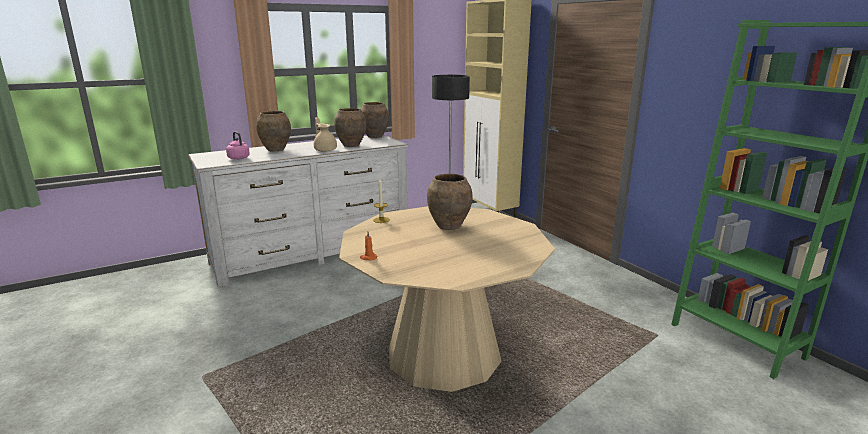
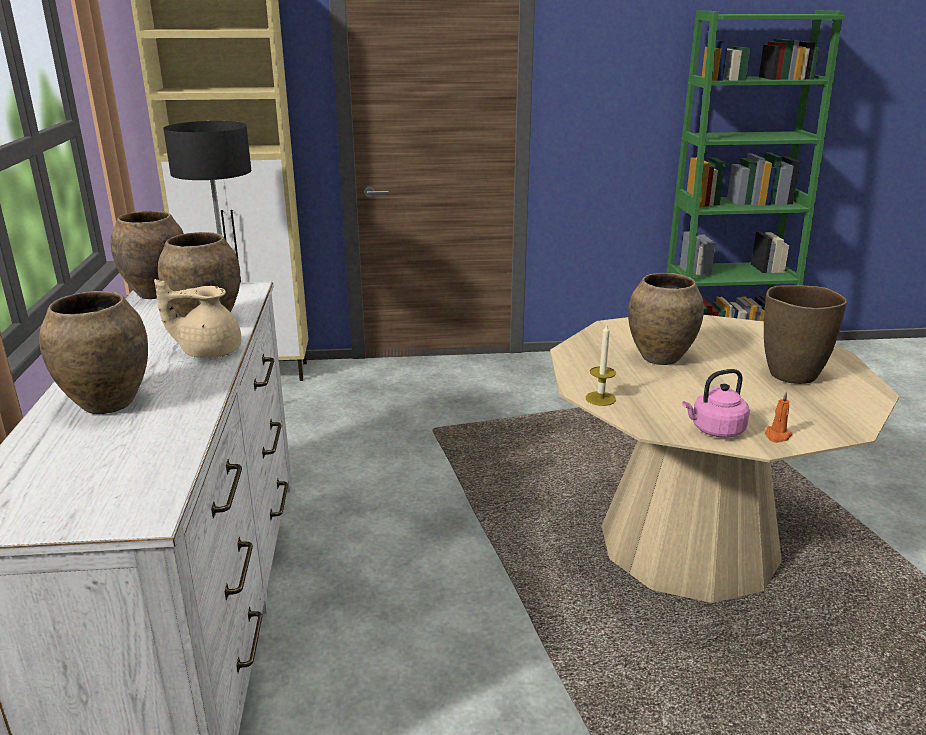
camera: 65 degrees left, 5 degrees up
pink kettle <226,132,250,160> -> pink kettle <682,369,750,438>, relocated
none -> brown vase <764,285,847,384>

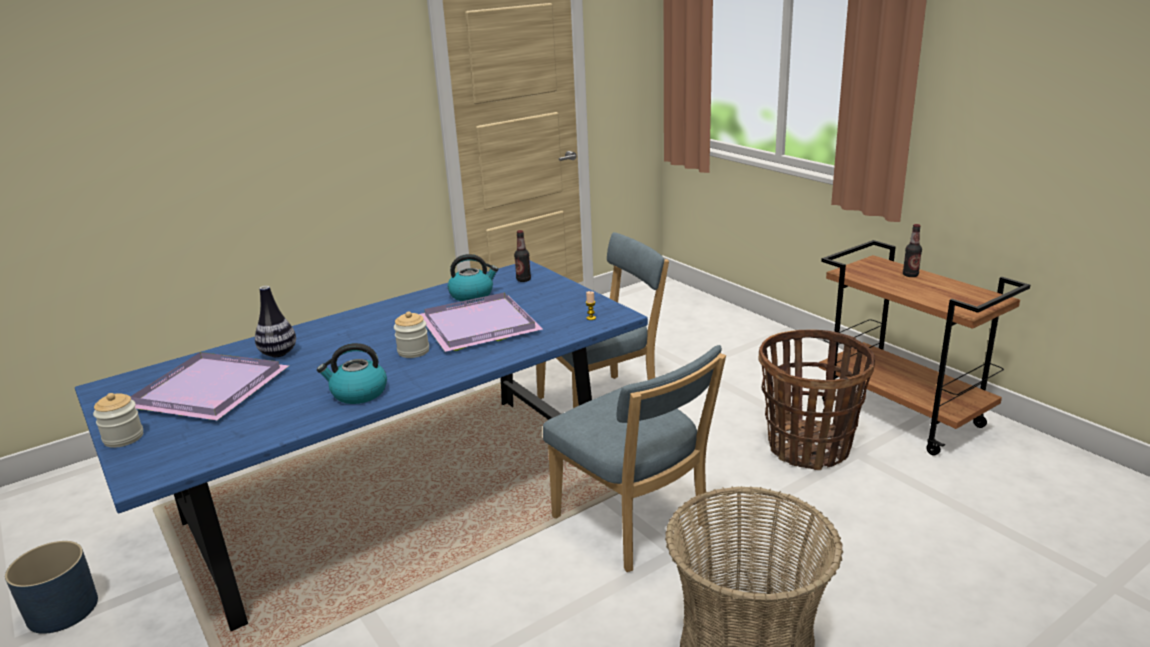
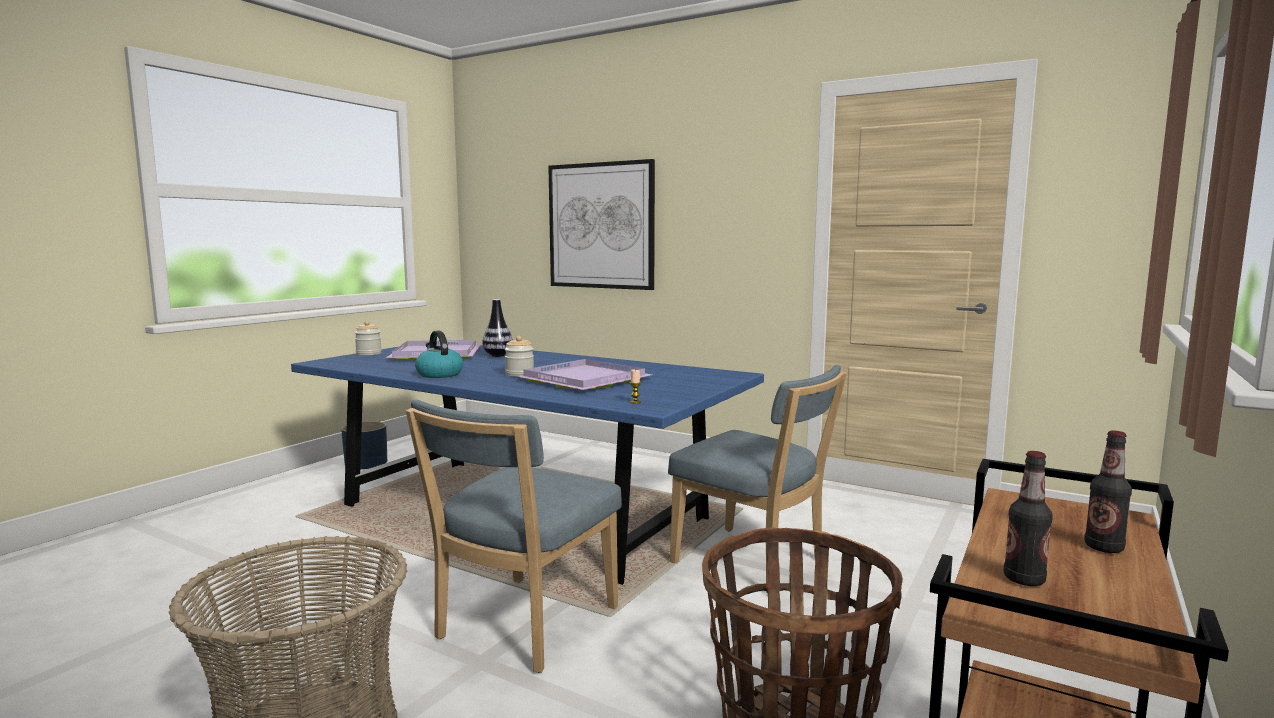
camera: 65 degrees right, 15 degrees down
none -> picture <548,159,655,290>
bottle <514,230,531,282> -> bottle <1004,451,1053,586>, relocated
kettle <448,254,498,302> -> none

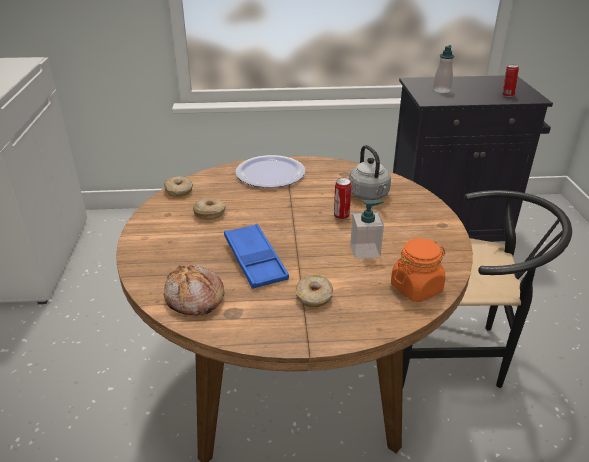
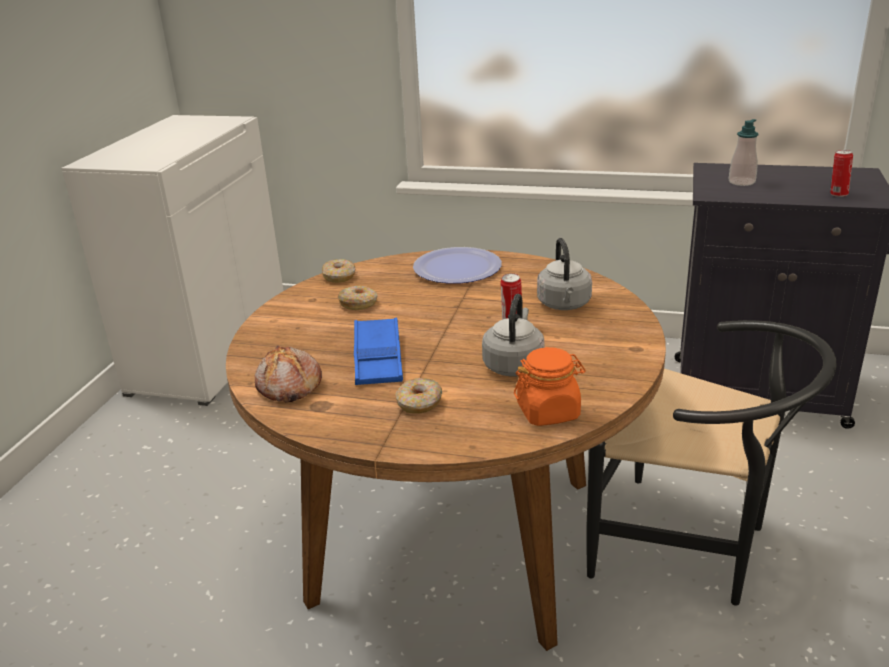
camera: 20 degrees right, 5 degrees down
soap dispenser <350,200,384,259> -> grey kettle <482,294,544,376>

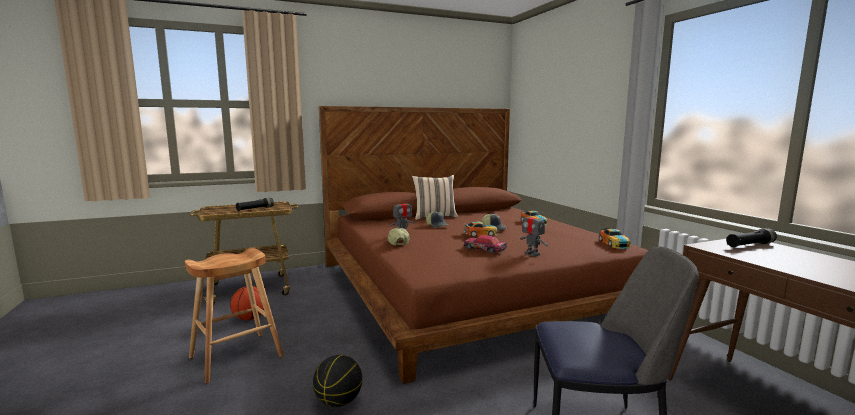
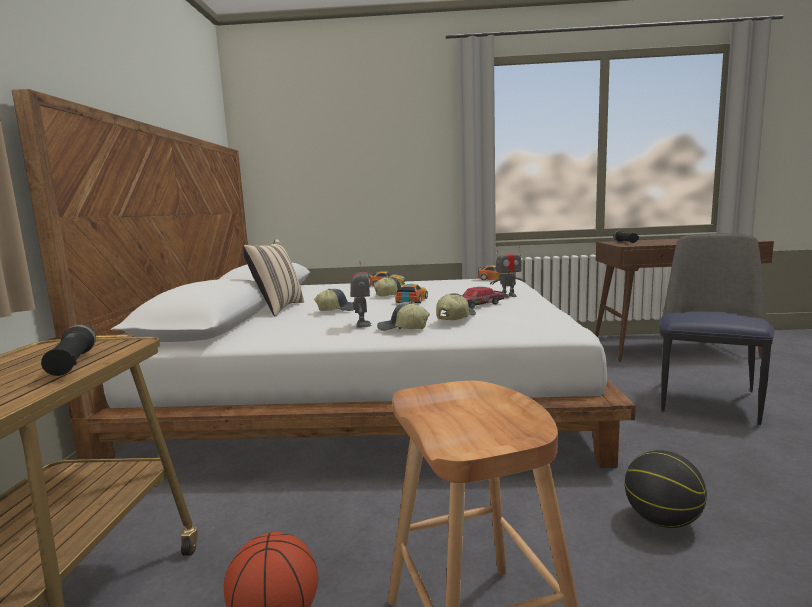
camera: 65 degrees left, 0 degrees up
brown bed <319,106,648,384> -> white bed <12,89,636,468>
none -> cap <436,293,476,320>

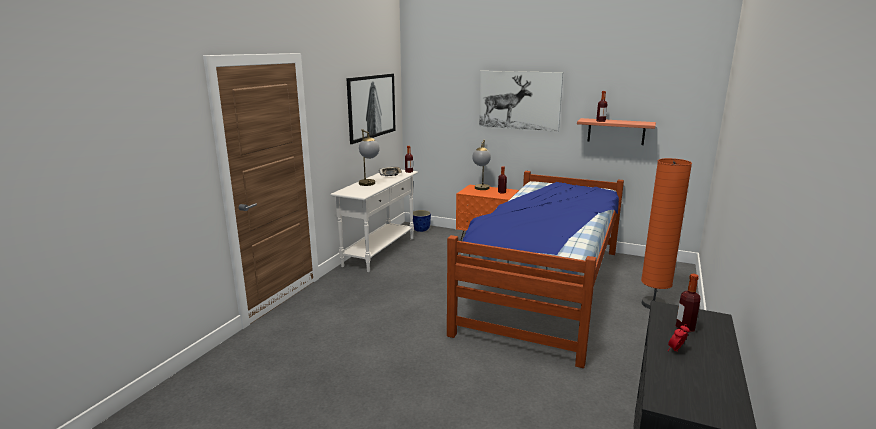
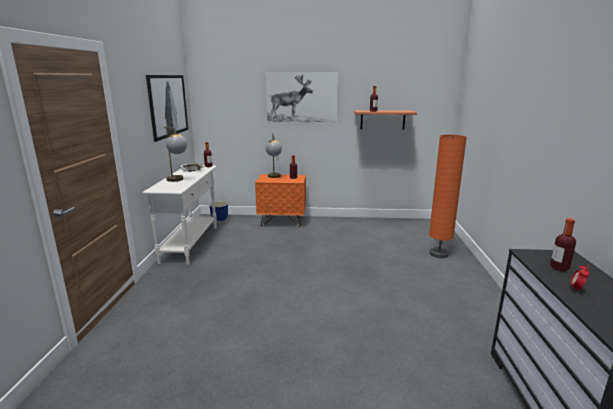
camera: 20 degrees left, 0 degrees up
bed <447,171,624,368> -> none

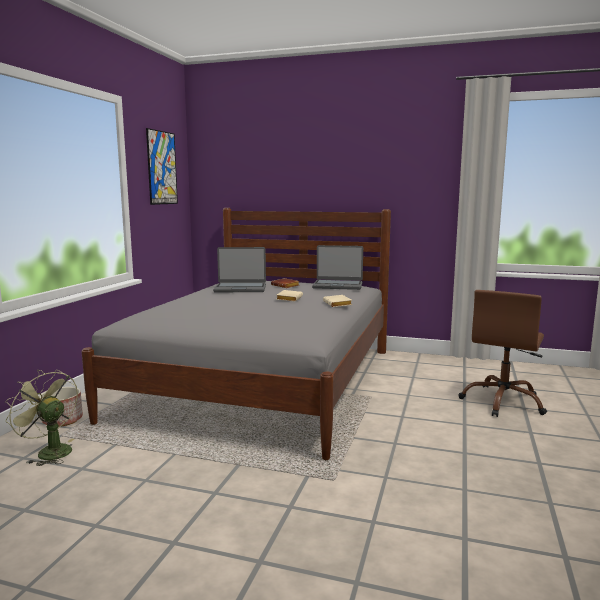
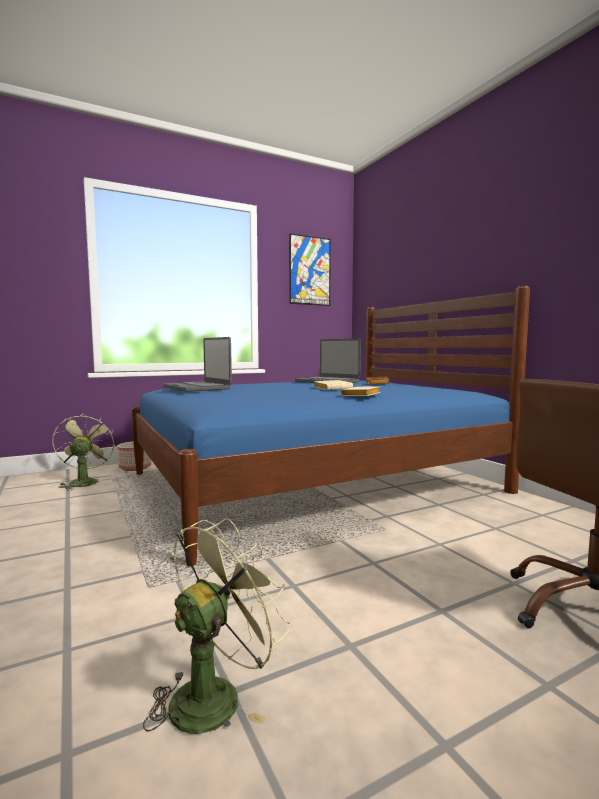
camera: 45 degrees right, 5 degrees down
grey bed <81,208,391,460> -> blue bed <132,286,530,566>
none -> green fan <143,518,291,734>
laptop <312,245,363,290> -> laptop <163,337,232,392>, relocated

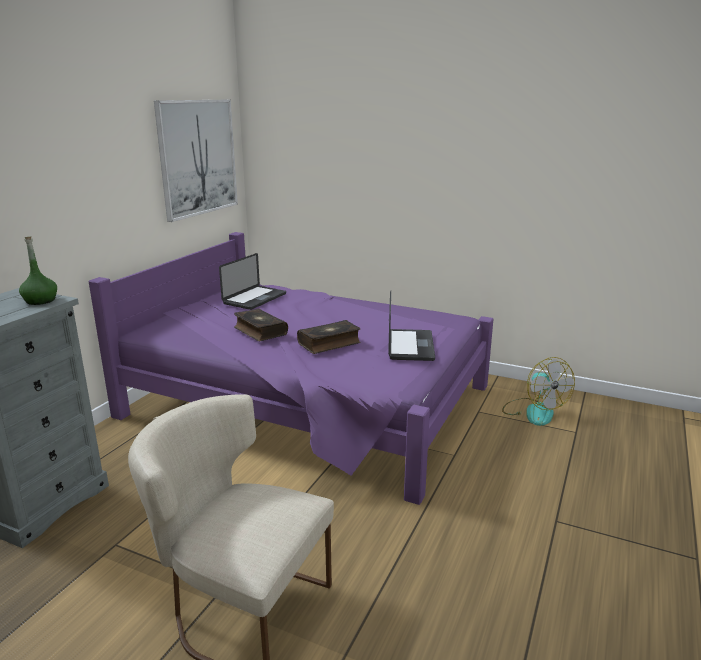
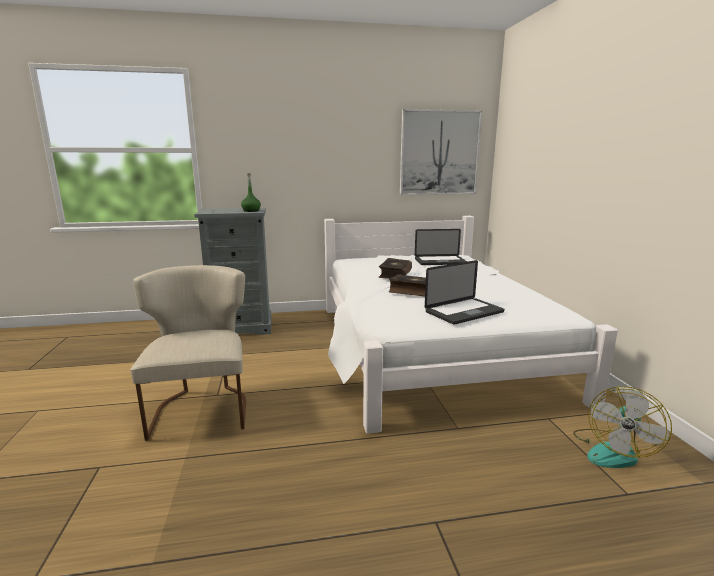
camera: 55 degrees right, 5 degrees down
purple bed <89,232,494,505> -> white bed <324,216,618,434>

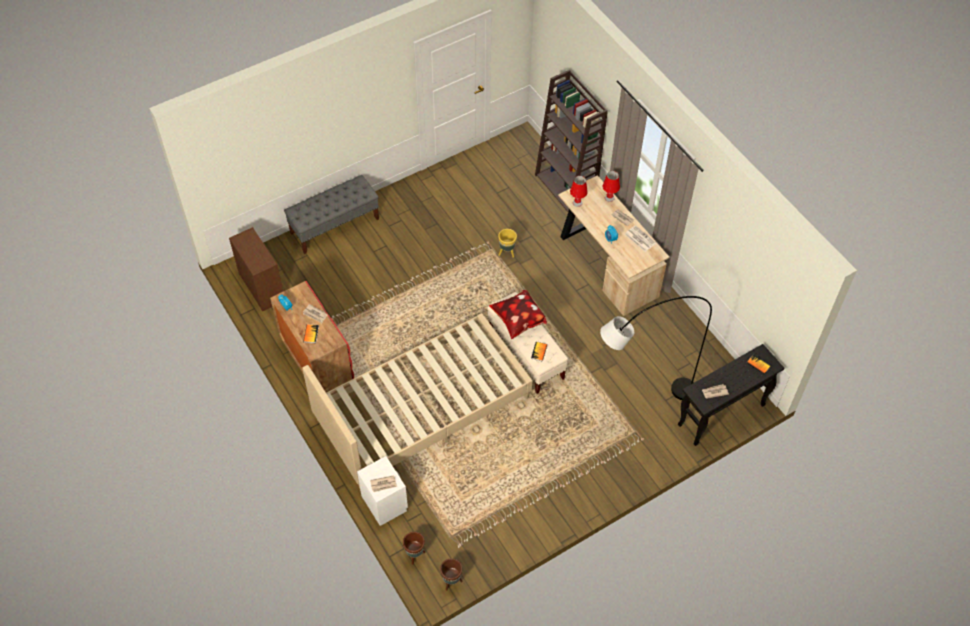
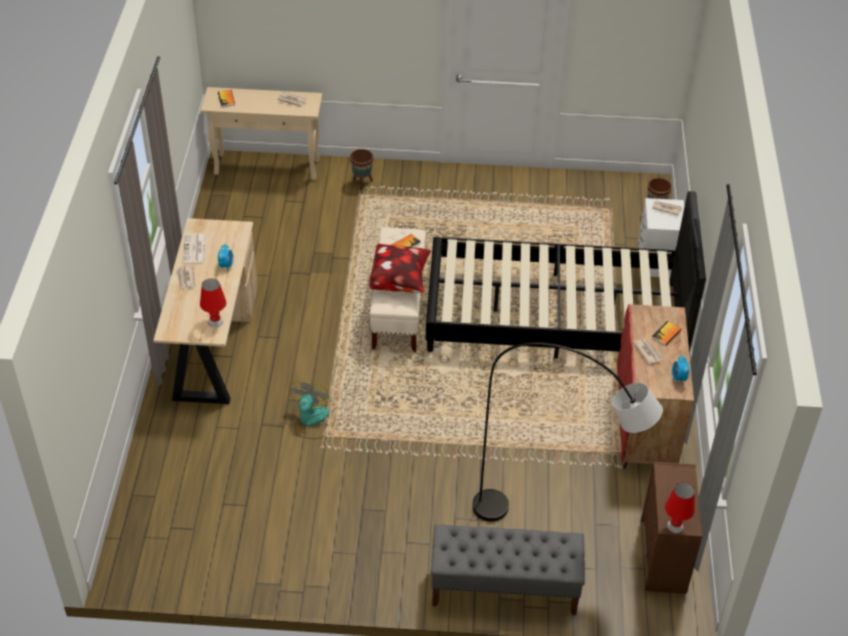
camera: 145 degrees left, 10 degrees down
black console table <678,344,784,446> -> beige console table <201,87,322,180>
yellow planter <498,229,517,258> -> fan <289,379,330,439>
brown planter <440,558,463,590> -> brown planter <350,149,373,191>, relocated
beige bed <302,313,533,488> -> black bed <426,191,706,359>
grey floor lamp <600,296,712,400> -> grey floor lamp <472,342,663,522>, relocated
red table lamp <602,171,620,202> -> red table lamp <665,482,695,533>, relocated
brown bookcase <535,70,608,212> -> none

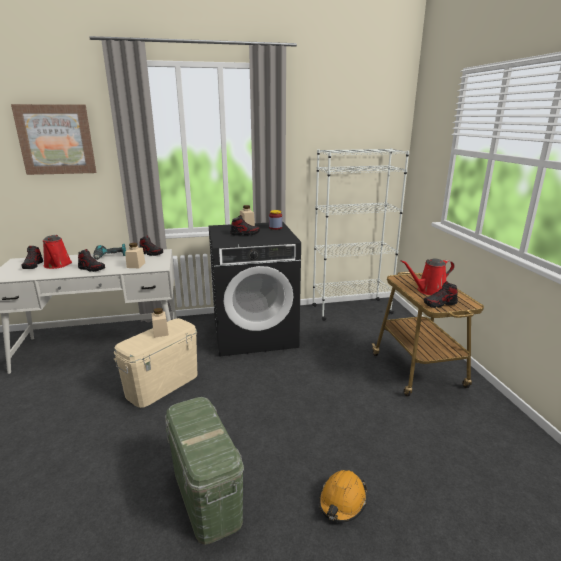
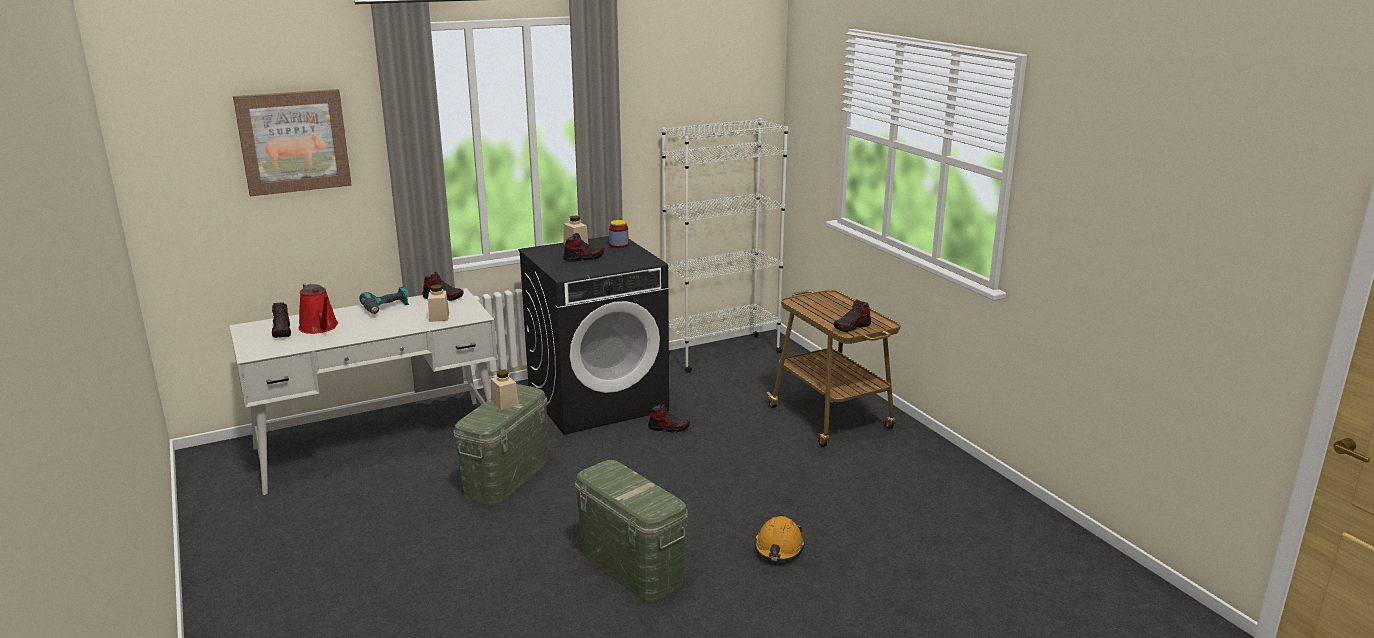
camera: 15 degrees left, 0 degrees up
beige storage box <113,318,197,408> -> green storage box <453,384,547,504>
shoe <78,249,105,272> -> shoe <648,404,690,433>, relocated
red watering can <401,259,455,295> -> none

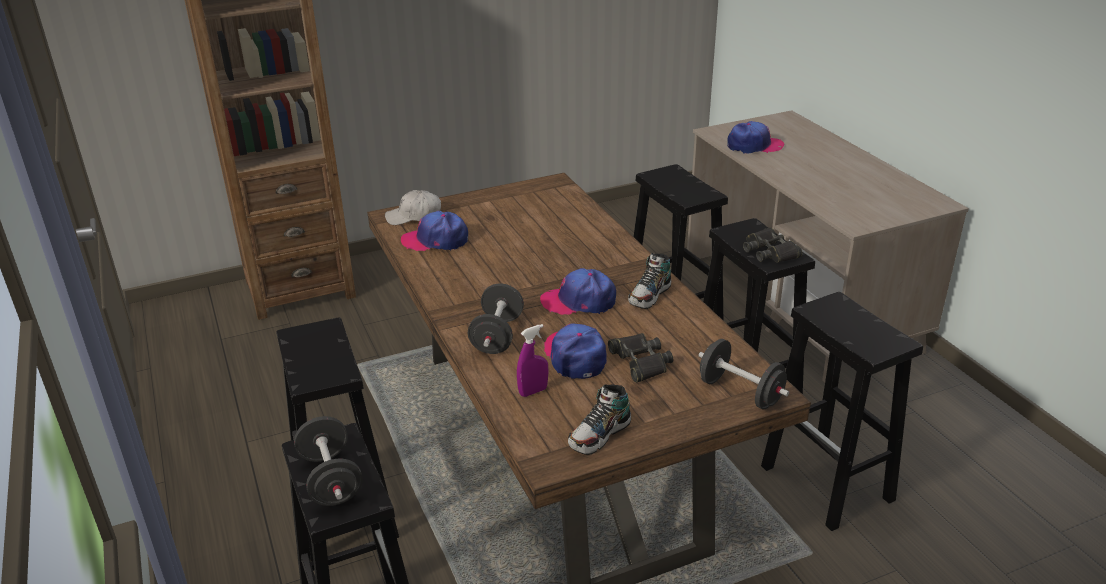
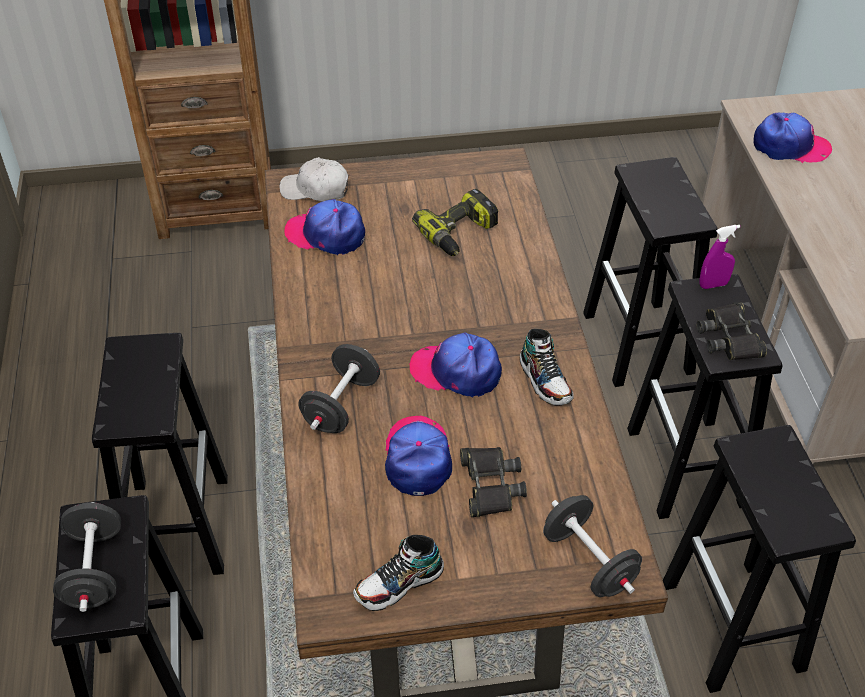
camera: 15 degrees right, 15 degrees up
none -> power drill <412,189,498,256>
shoe <628,253,671,309> -> shoe <520,329,574,406>, 75 degrees counterclockwise
purple spray bottle <517,324,549,397> -> purple spray bottle <700,225,740,289>, relocated

